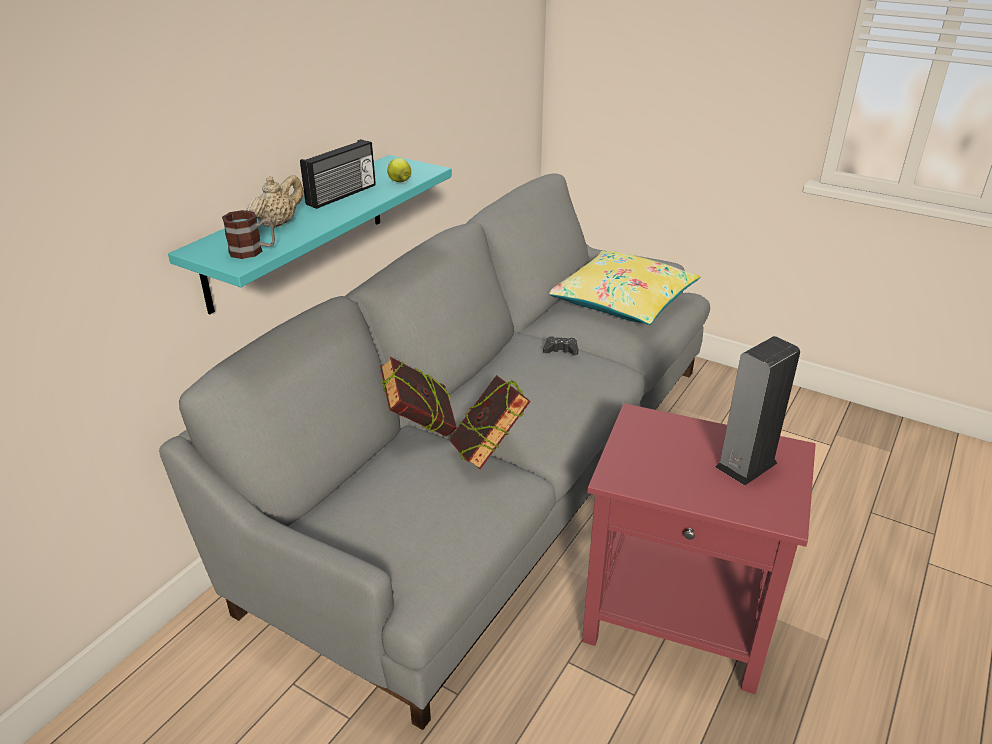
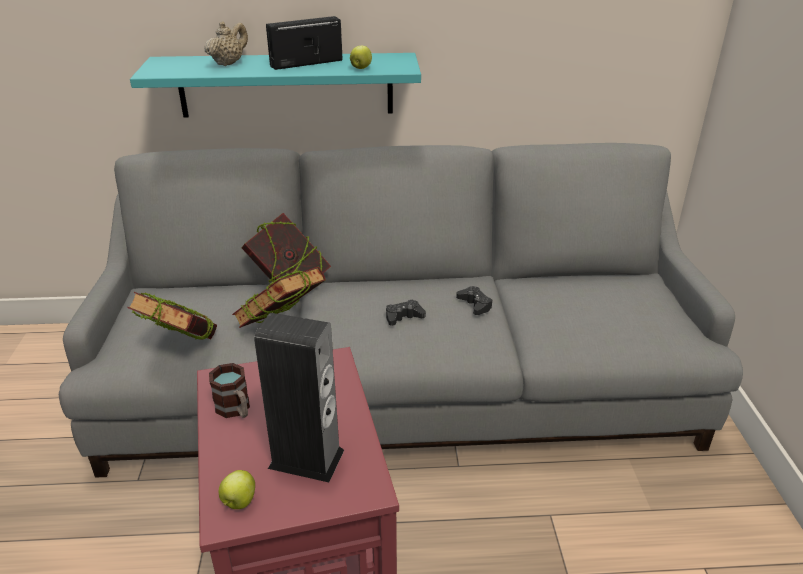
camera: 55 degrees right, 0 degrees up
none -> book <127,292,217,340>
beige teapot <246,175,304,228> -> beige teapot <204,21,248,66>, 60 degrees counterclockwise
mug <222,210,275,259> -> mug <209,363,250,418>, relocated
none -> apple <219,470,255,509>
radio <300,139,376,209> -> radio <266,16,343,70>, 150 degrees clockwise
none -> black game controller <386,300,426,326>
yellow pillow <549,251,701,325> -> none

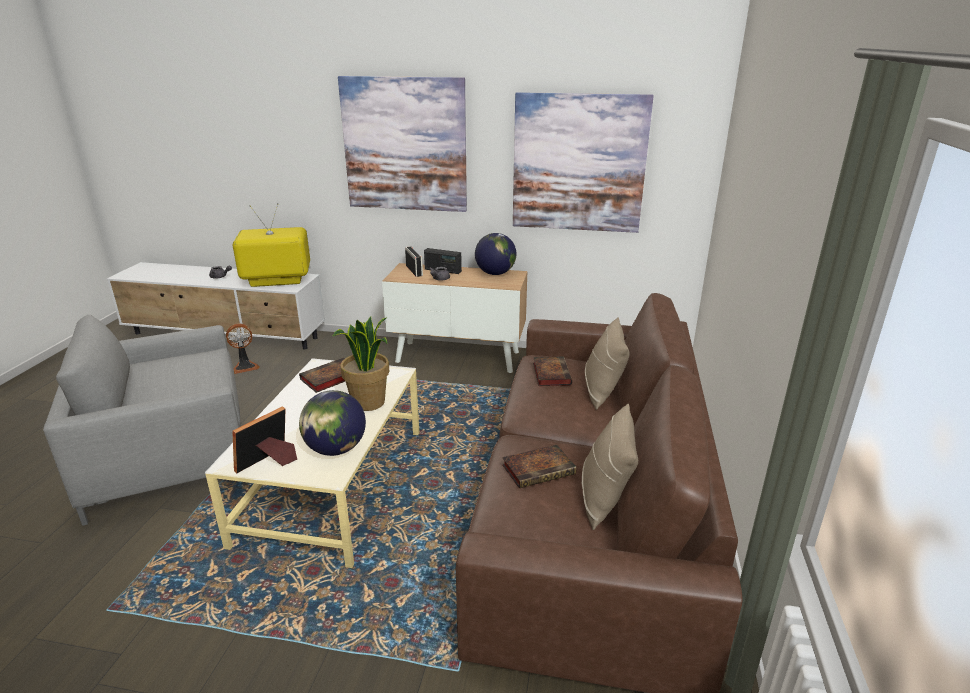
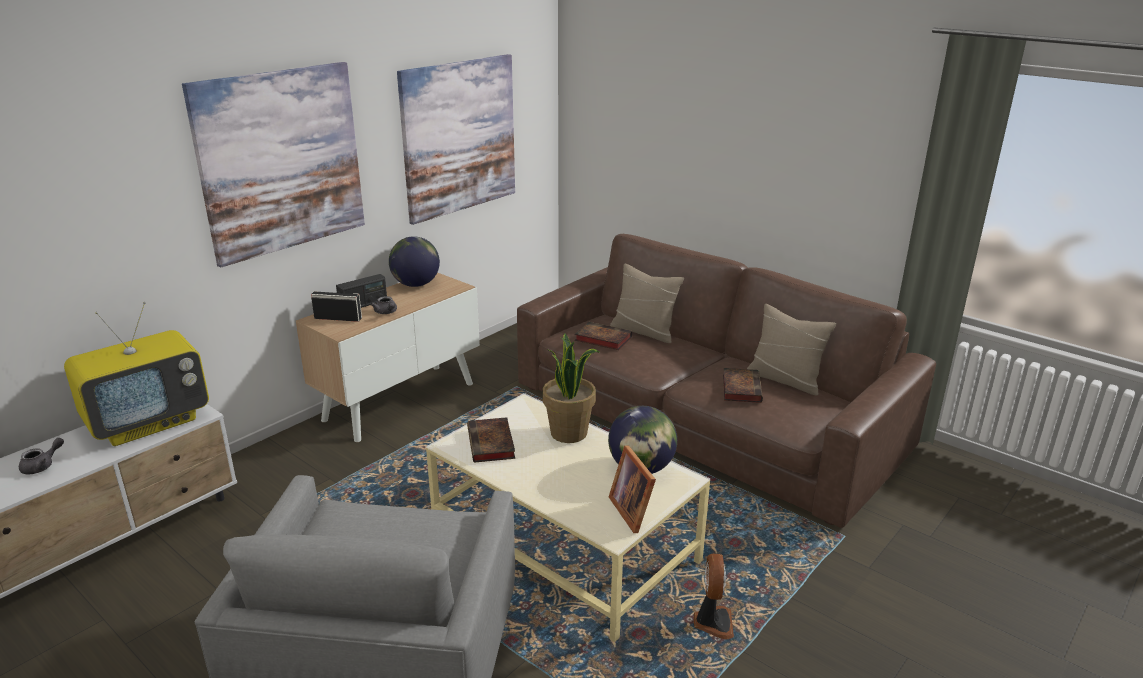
camera: 60 degrees left, 0 degrees up
television <233,203,310,287> -> television <64,302,209,446>, 150 degrees counterclockwise
fan <226,324,260,374> -> fan <694,554,734,639>, relocated

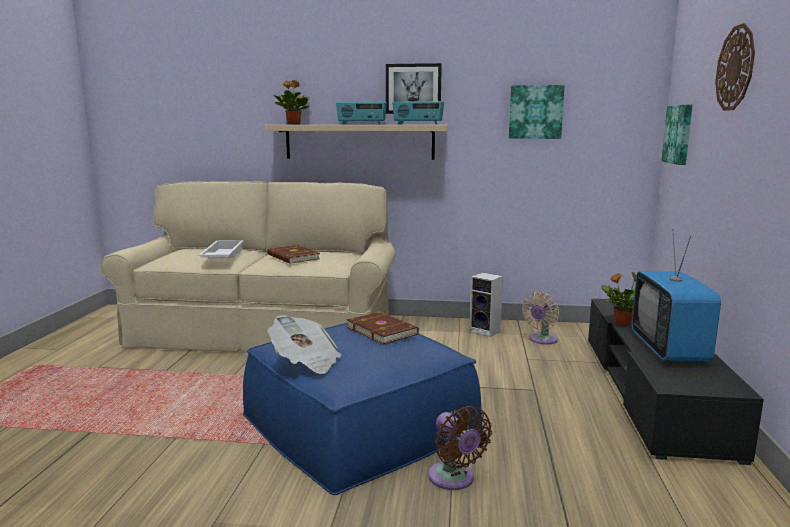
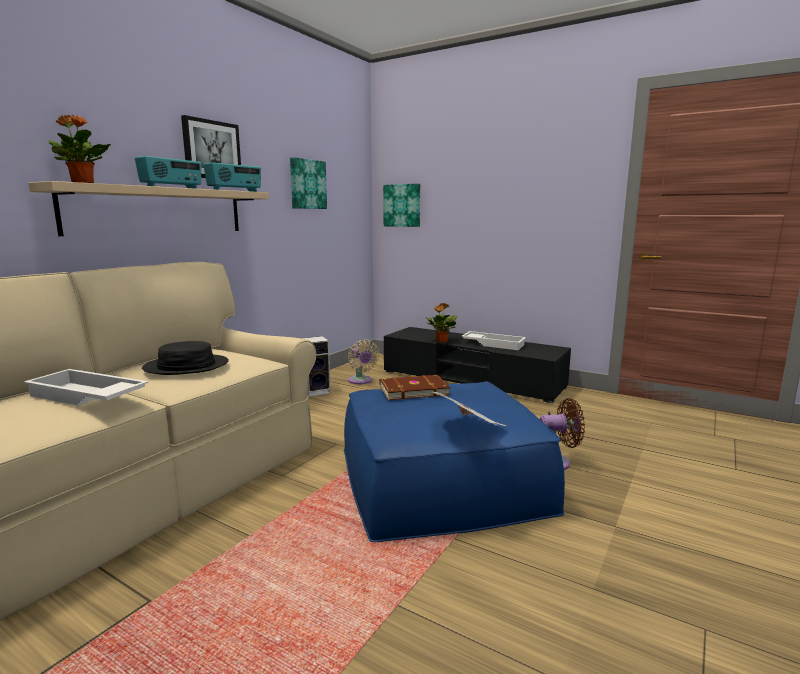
camera: 65 degrees left, 0 degrees up
brown book <267,245,320,264> -> black hat <142,341,229,375>
television <632,229,721,362> -> white tray <461,331,526,350>
wall clock <715,23,755,111> -> none

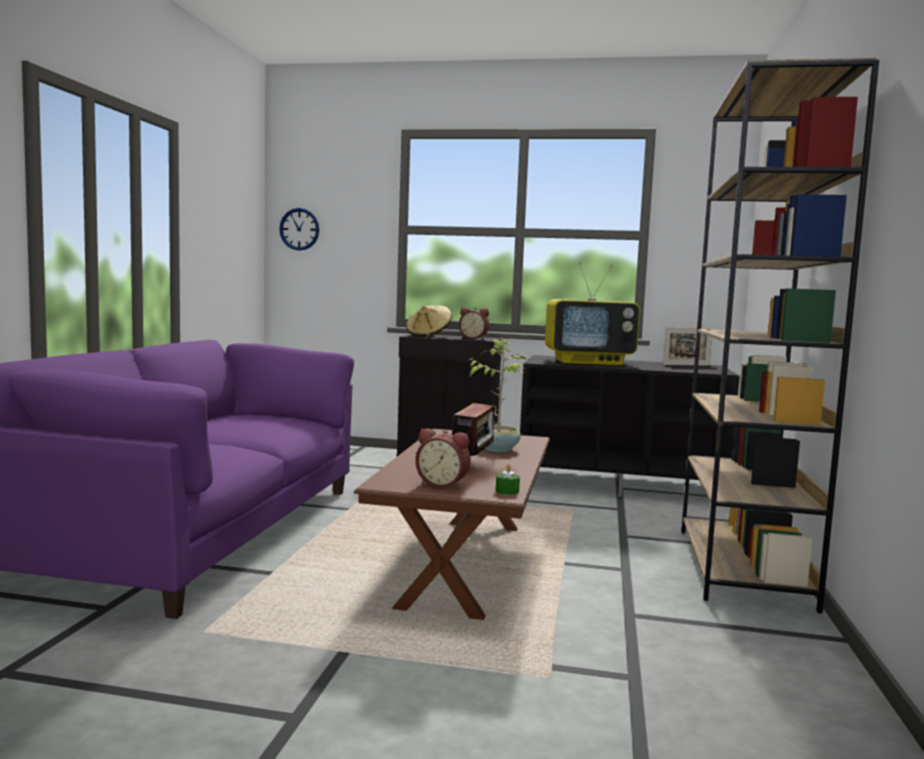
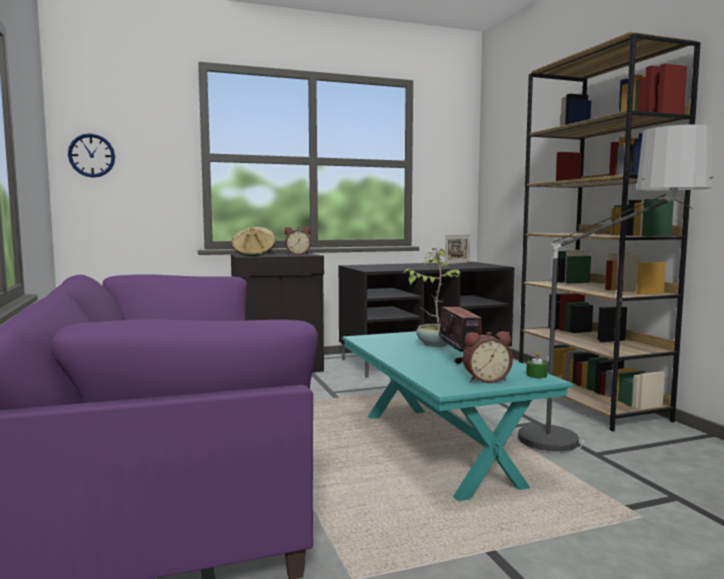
camera: 30 degrees left, 0 degrees up
brown coffee table <354,429,550,620> -> turquoise coffee table <342,331,573,501>
none -> floor lamp <513,124,713,454>
television <545,262,640,365> -> none

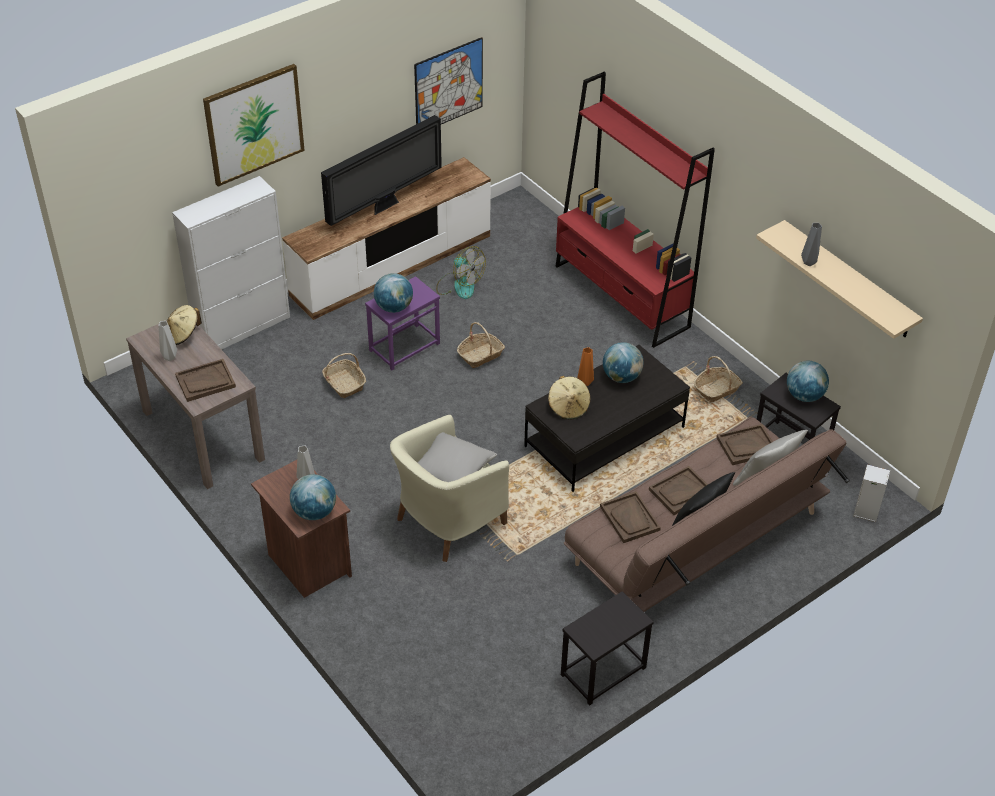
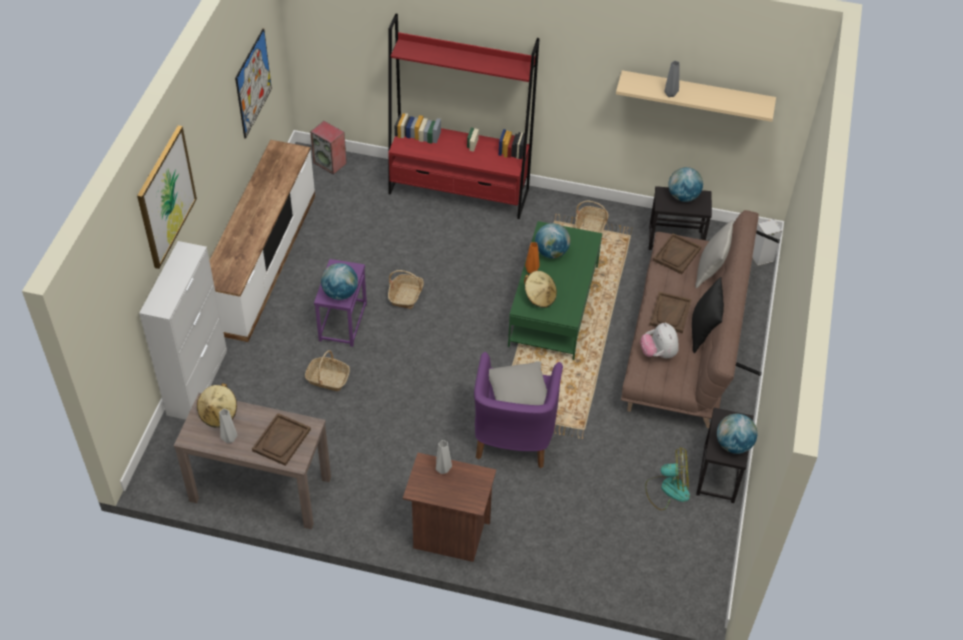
camera: 40 degrees left, 5 degrees up
none -> speaker <310,121,347,175>
beige armchair <390,415,509,562> -> purple armchair <474,352,563,468>
black coffee table <524,345,690,492> -> green coffee table <508,221,602,360>
brown tray <600,491,661,543> -> plush toy <640,323,679,358>
fan <436,246,486,299> -> fan <645,448,690,510>, relocated
globe <290,474,336,520> -> globe <717,413,757,454>, relocated
television <321,115,442,226> -> none

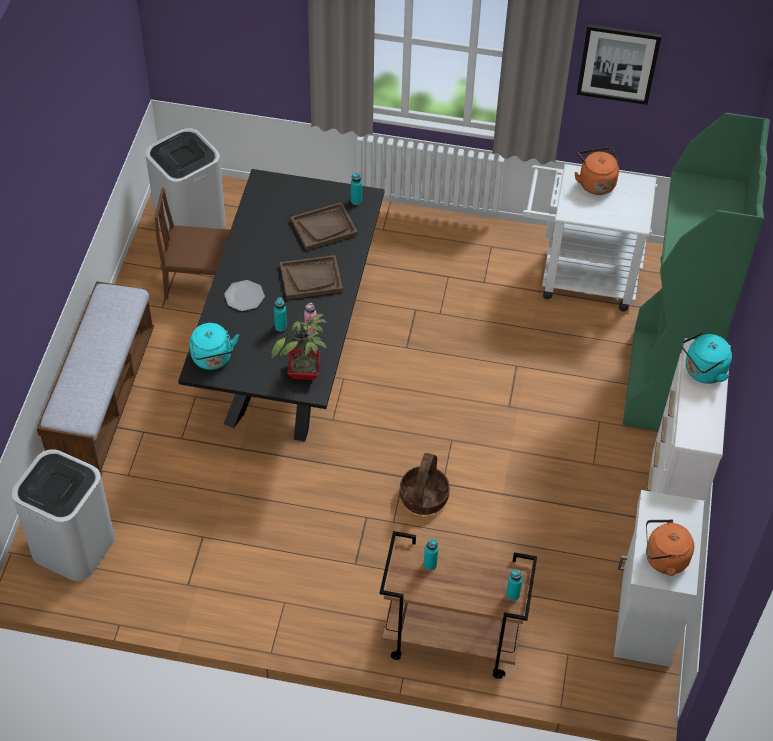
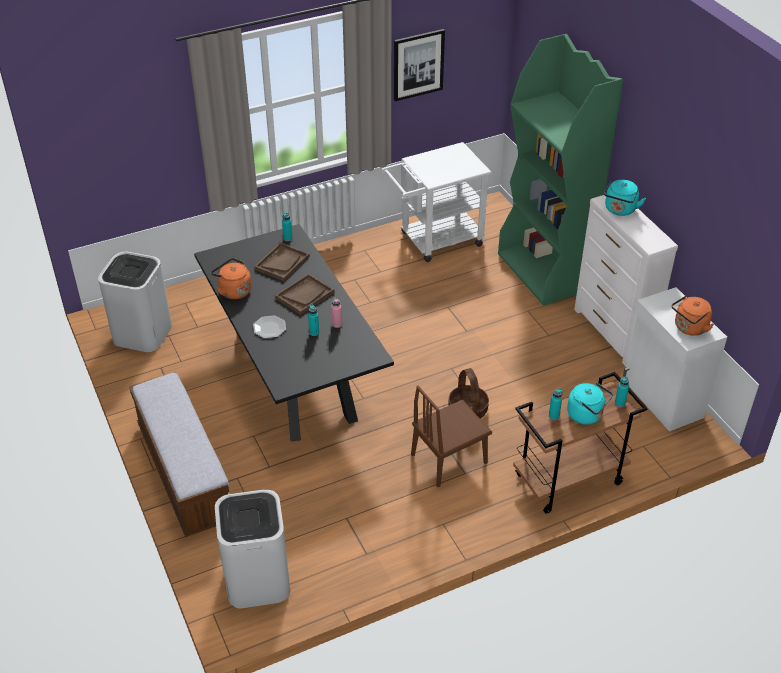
camera: 35 degrees left, 10 degrees down
orange kettle <574,147,619,195> -> orange kettle <211,258,252,299>, relocated
brown chair <155,187,230,300> -> brown chair <411,386,492,487>, relocated
turquoise kettle <189,323,239,370> -> turquoise kettle <567,383,613,425>, relocated
potted plant <271,313,327,380> -> none

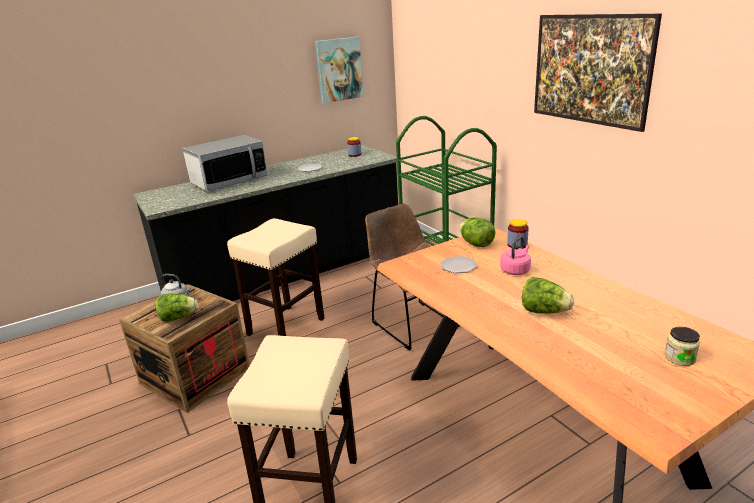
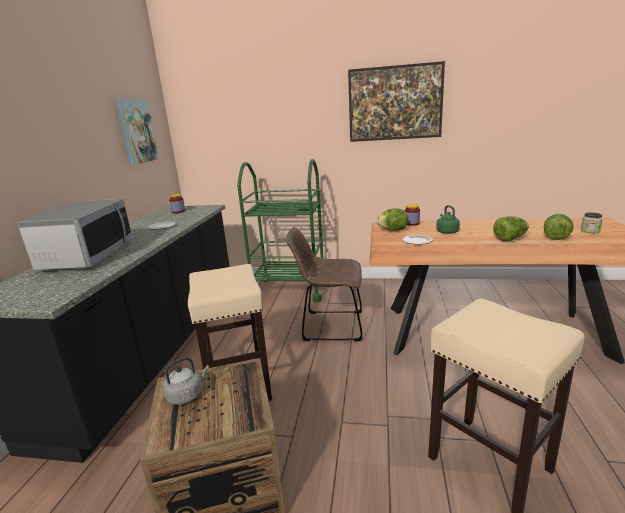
camera: 50 degrees left, 5 degrees down
pink kettle <500,236,531,275> -> green kettle <436,205,460,234>
lettuce <156,293,198,322> -> lettuce <544,214,574,240>, relocated

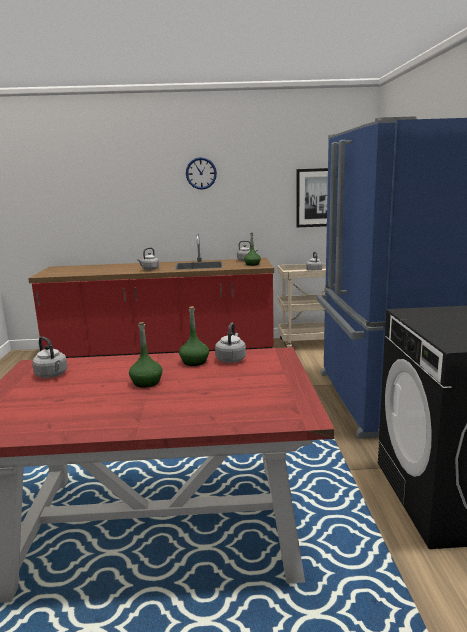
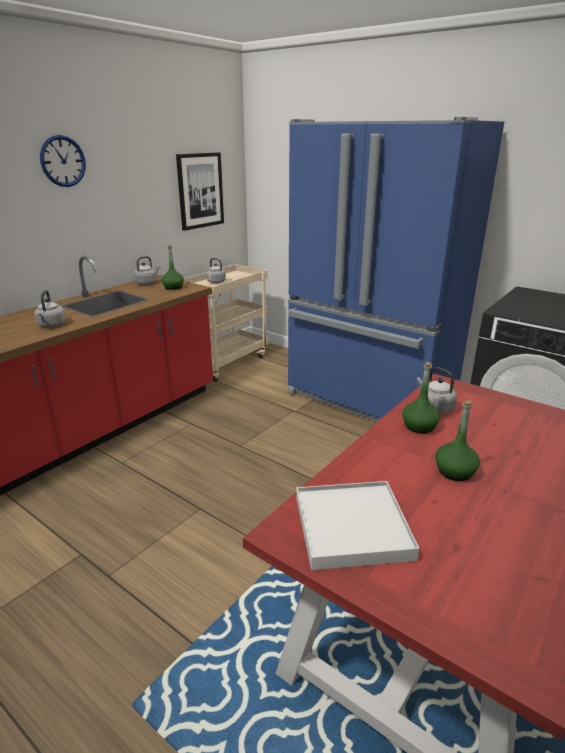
camera: 50 degrees left, 10 degrees up
grey kettle <32,336,67,378> -> white tray <296,481,419,570>

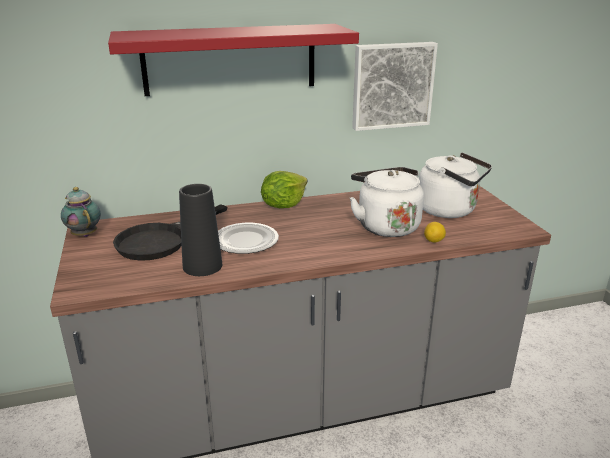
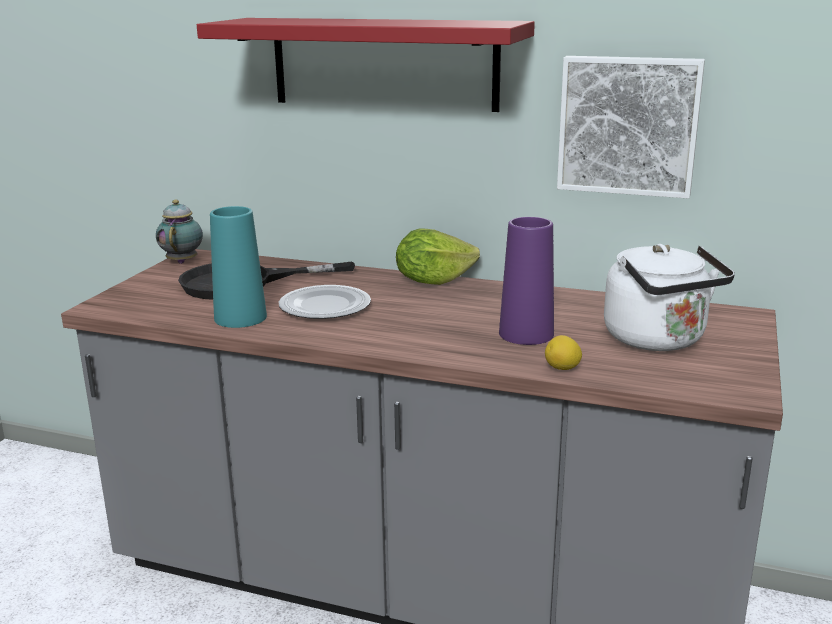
camera: 35 degrees right, 5 degrees down
black vase <179,184,222,276> -> turquoise vase <210,206,267,328>
white kettle <350,167,424,237> -> purple vase <499,217,554,345>

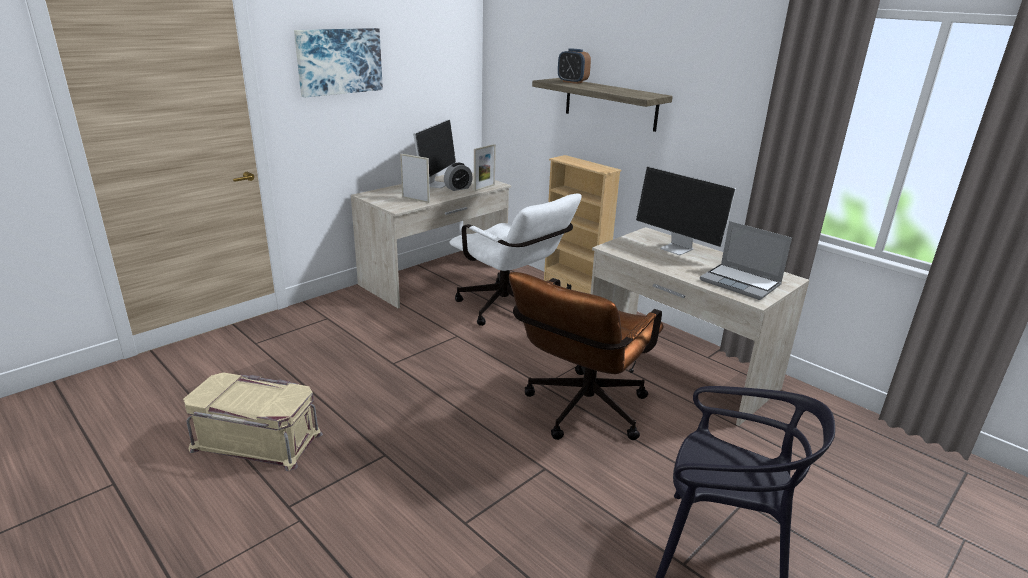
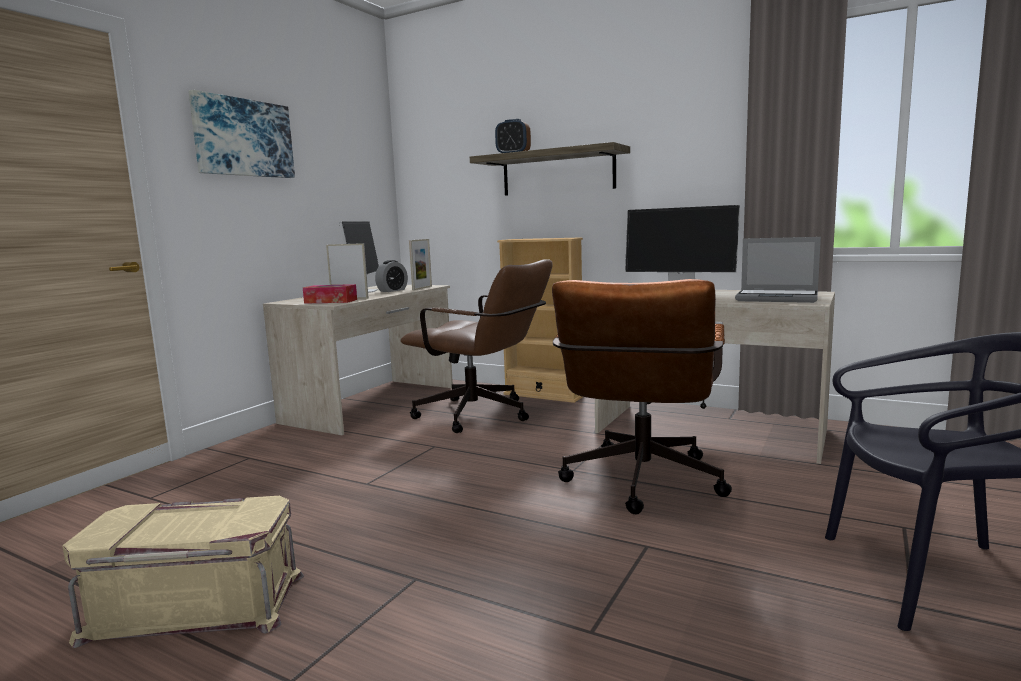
camera: 15 degrees left, 15 degrees down
none -> tissue box <303,284,357,303>
white office chair <450,194,581,326> -> brown office chair <400,259,553,433>

